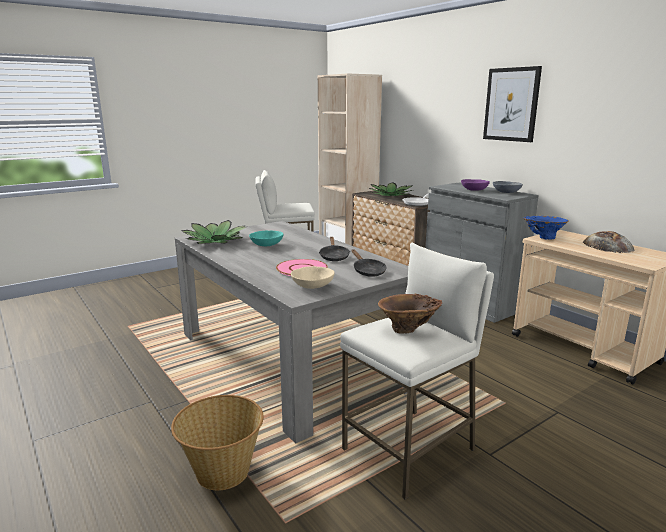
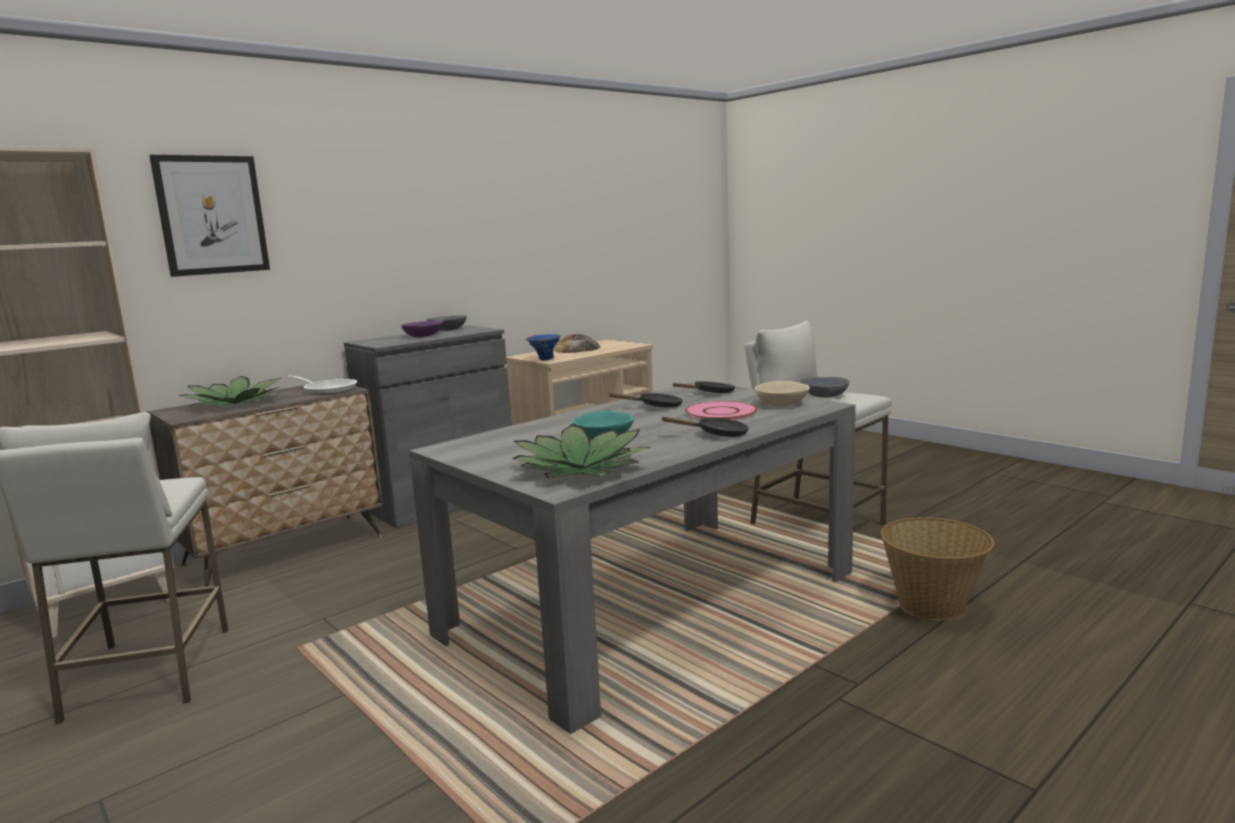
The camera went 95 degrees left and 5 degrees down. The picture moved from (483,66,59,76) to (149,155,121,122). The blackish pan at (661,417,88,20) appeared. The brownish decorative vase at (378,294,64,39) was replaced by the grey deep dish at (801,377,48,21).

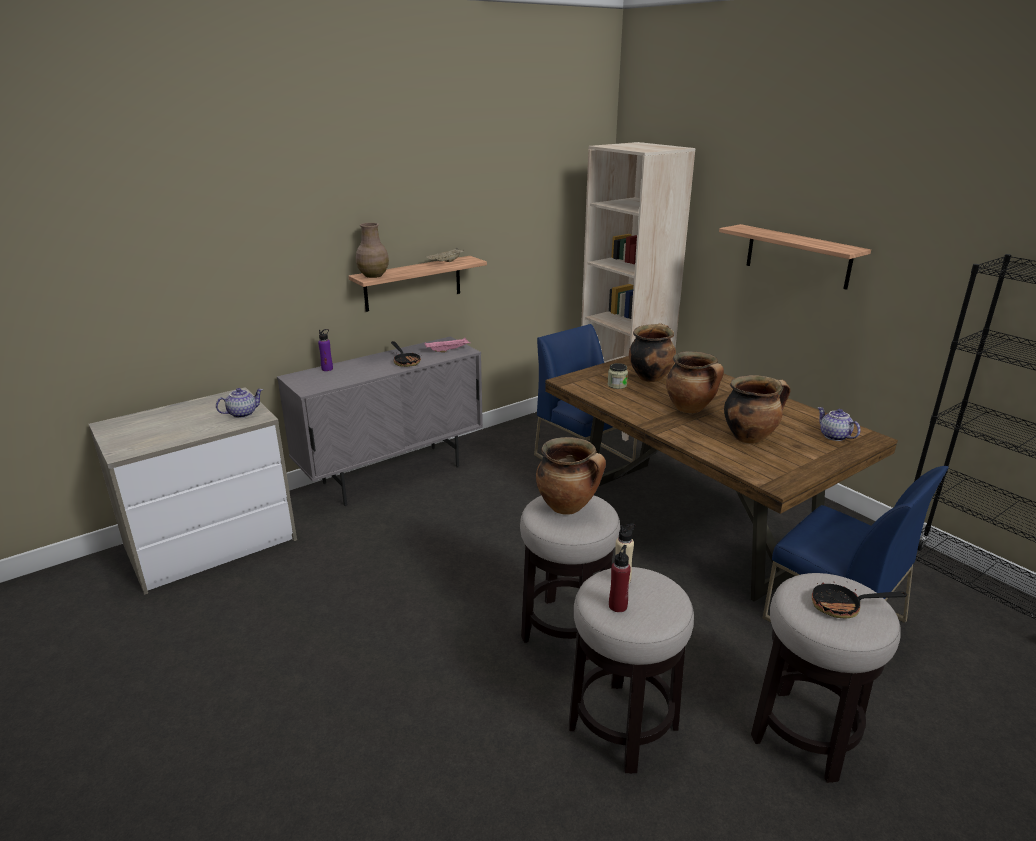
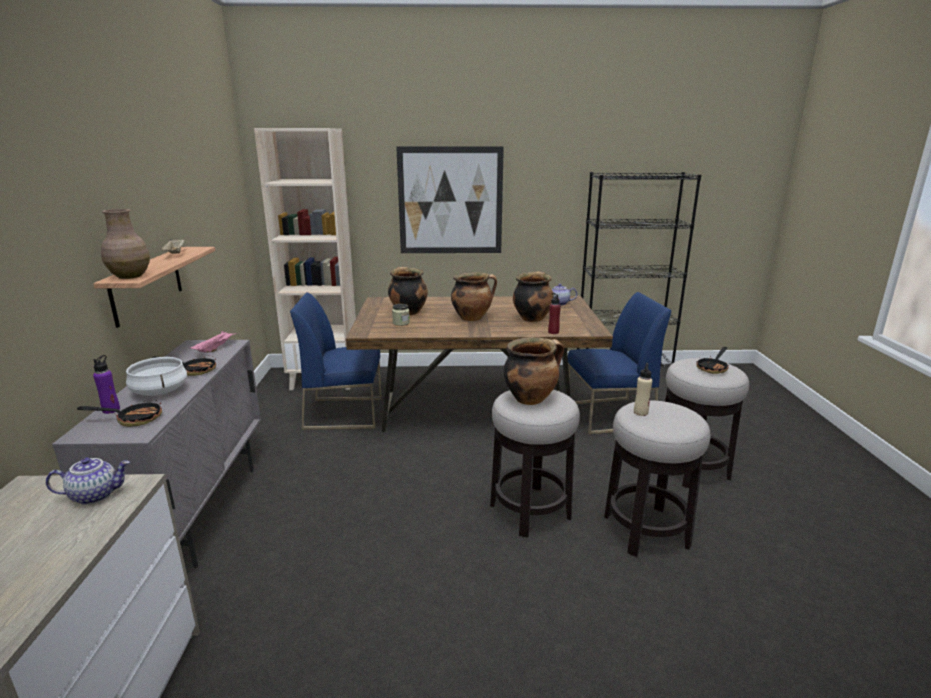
The camera went 55 degrees left and 5 degrees down. The tea pot at (216,388,47,30) turned 75 degrees clockwise. The pan at (77,398,85,29) appeared. The white-coloured cooking pot at (126,357,61,39) appeared. The bracket shelf at (719,224,152,66) was replaced by the picture at (396,146,108,107). The reddish drink bottle moved from (609,545,22,67) to (548,293,13,41).

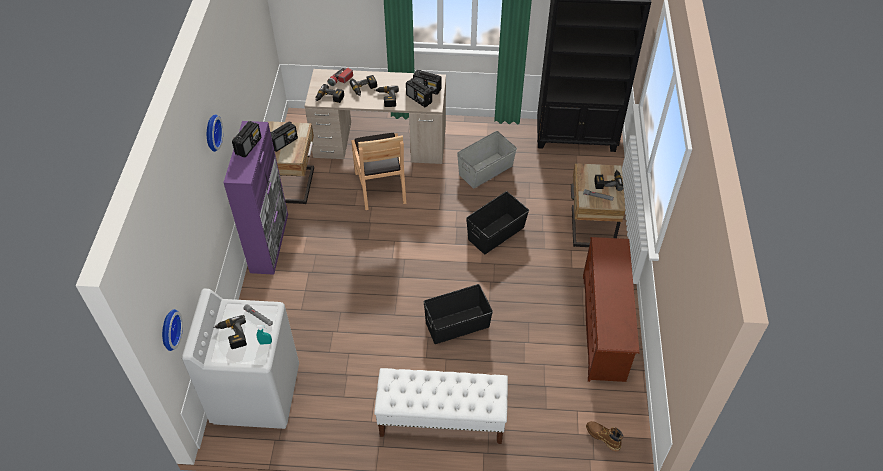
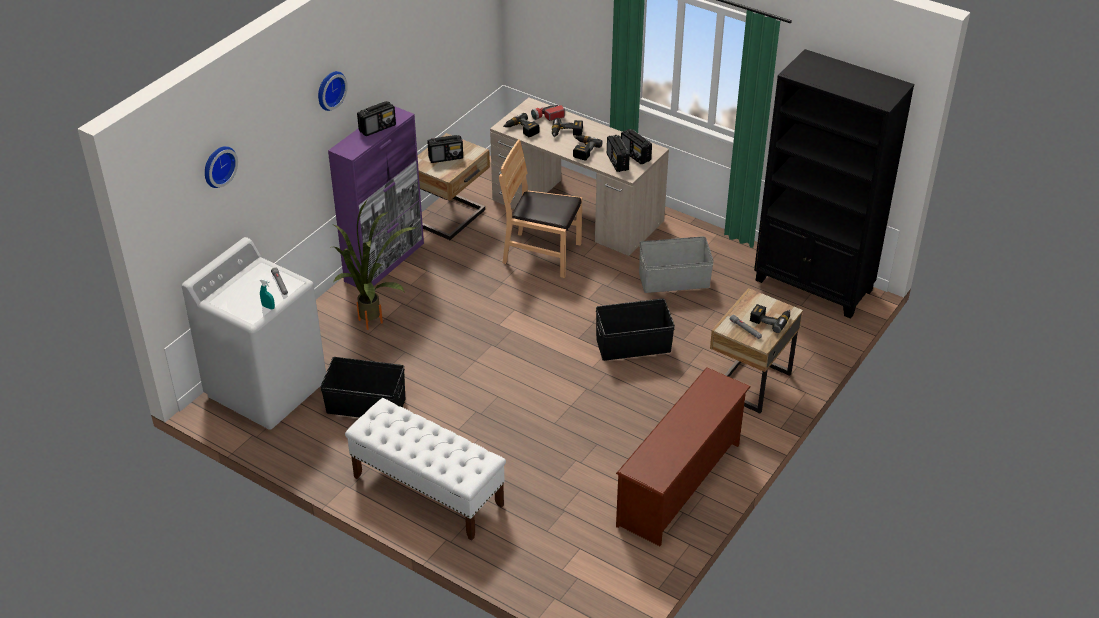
The camera went 30 degrees right and 10 degrees down. The hanging clock moved from (162,309,21,42) to (205,146,33,42). The blackish storage bin moved from (424,284,69,60) to (320,357,85,61). The houseplant at (330,200,87,130) appeared. The brownish chair at (351,133,55,77) turned 90 degrees clockwise. The power drill at (213,315,34,34) disappeared. The brownish high-top boot at (586,421,37,30) disappeared.

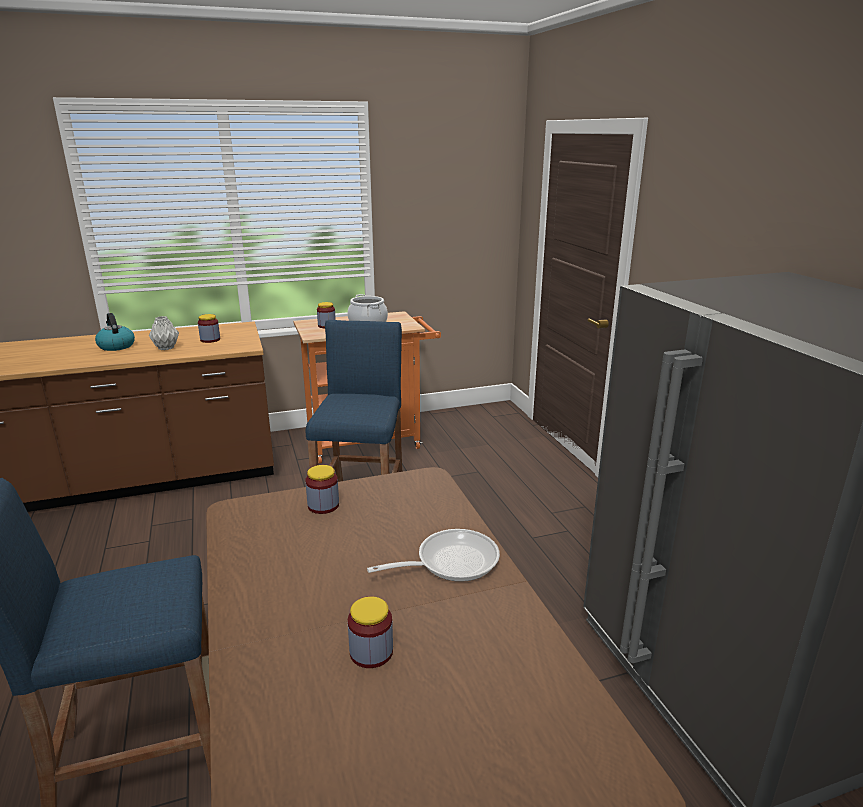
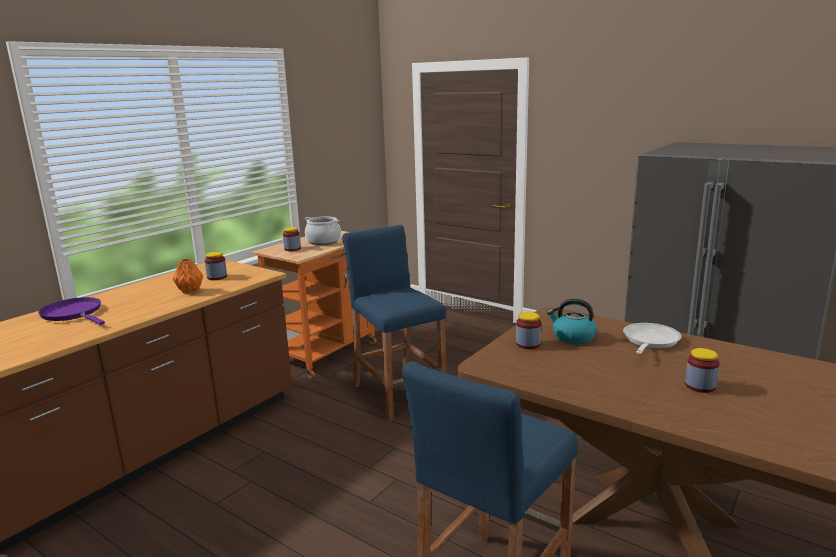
The camera went 35 degrees left and 5 degrees down. The purplish pan at (38,297,67,28) appeared. The grey decorative vase at (149,316,30,34) became the orange decorative vase at (173,259,30,35). The water kettle moved from (95,313,40,38) to (547,299,50,45).

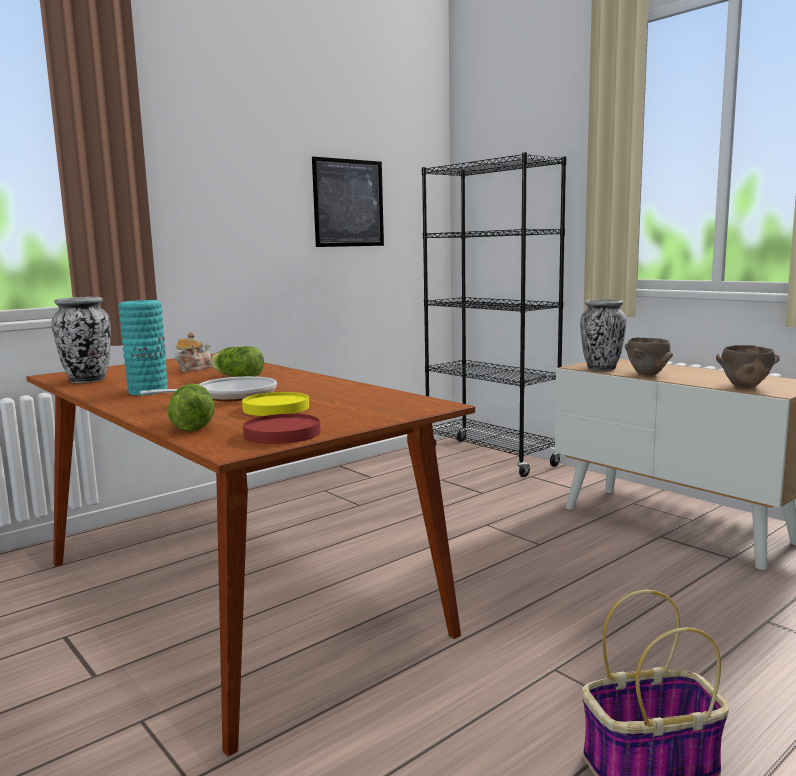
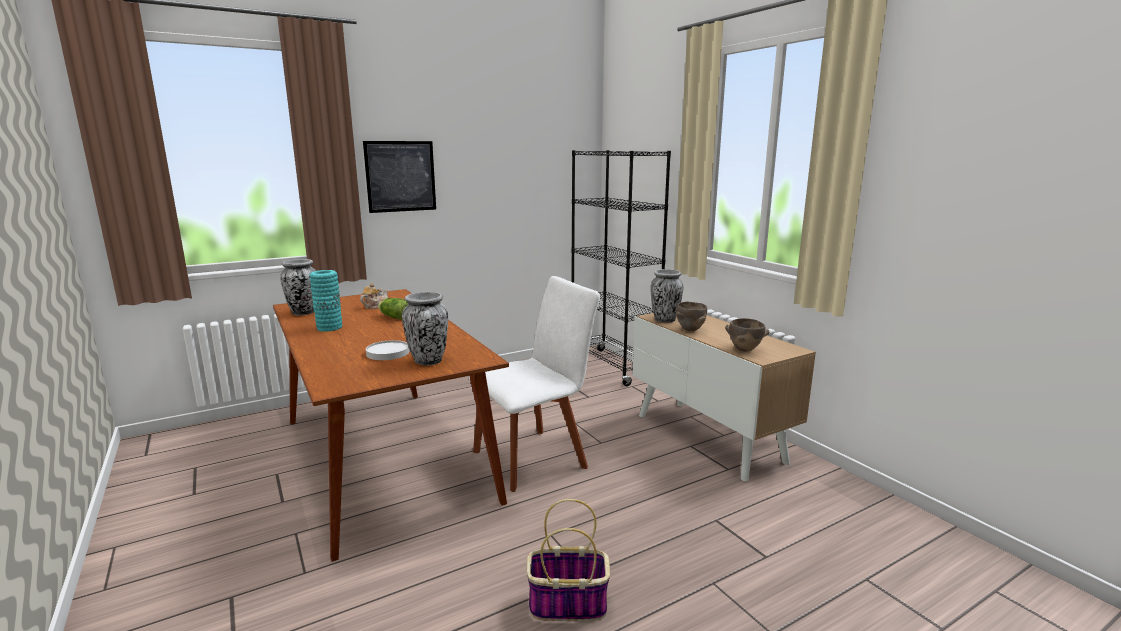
The camera went 10 degrees right and 5 degrees up. The picture moved from (312,157,72,90) to (363,141,73,72). The yellow-coloured plate at (242,392,67,24) became the white-coloured plate at (366,340,43,20). The decorative vase at (402,292,46,74) appeared. The white-coloured chair at (469,276,131,216) appeared. The pan at (140,376,137,25) disappeared. The lettuce at (167,383,47,49) disappeared. The reddish plate at (243,414,78,30) disappeared.

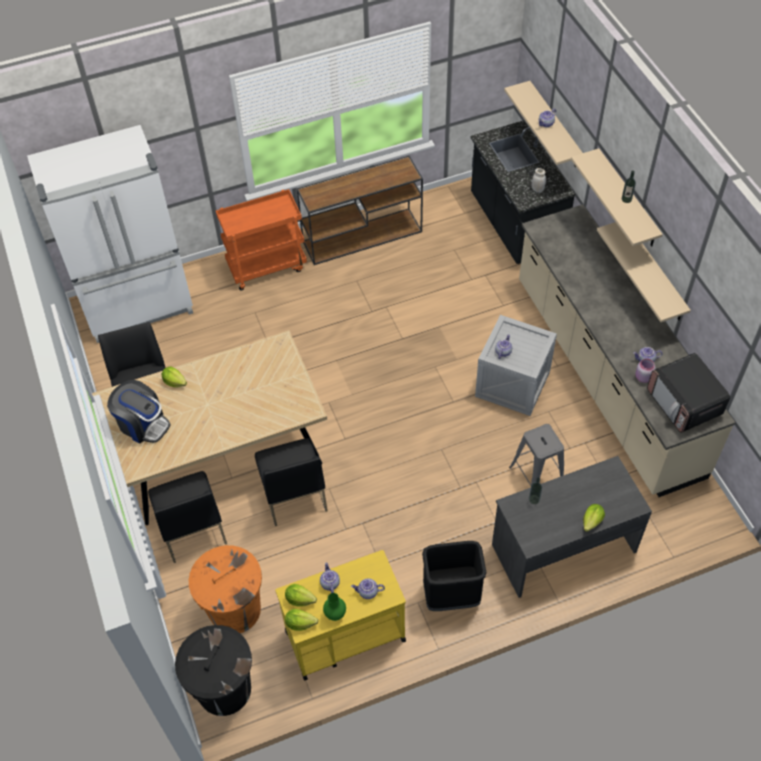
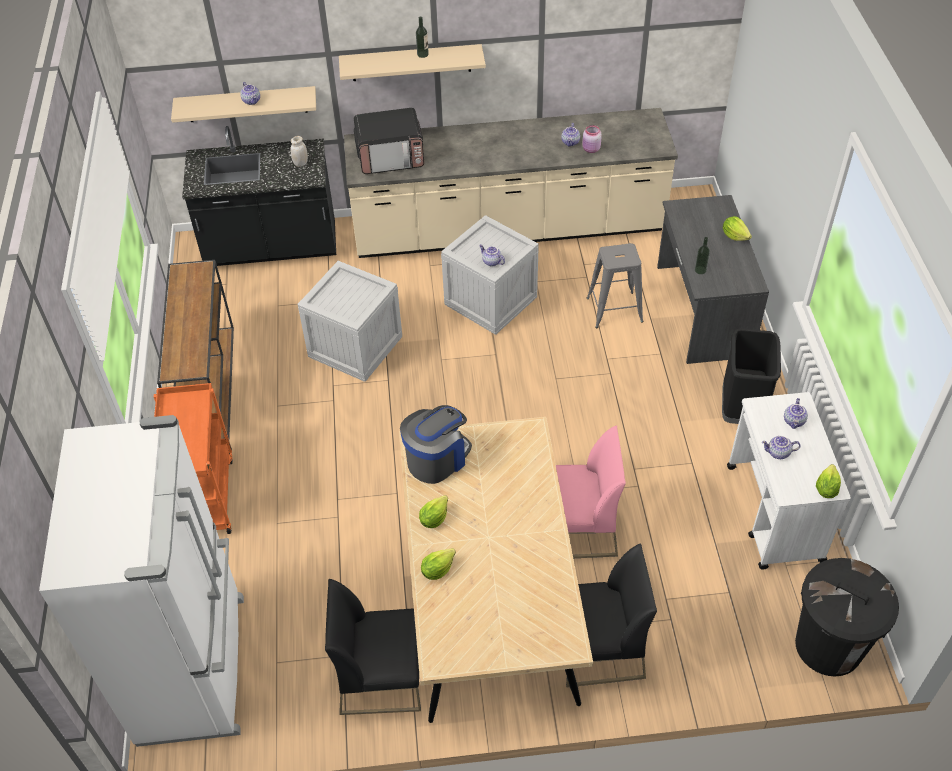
The camera went 75 degrees left and 5 degrees down. The packing crate at (298,261,104,121) appeared. The kitchen microwave moved from (647,353,83,80) to (354,108,70,66). The coffee brewer moved from (107,380,64,63) to (400,405,72,79). The lettuce moved from (285,584,32,23) to (419,495,29,33). The blackish chair at (255,438,73,88) became the pinkish chair at (556,426,70,132). The yellow-coloured trolley at (275,550,131,131) became the white-coloured trolley at (727,392,124,178). The orange trash can at (189,545,73,88) disappeared. The greenish decorative vase at (323,593,23,28) disappeared. The beige bracket shelf at (597,222,94,100) disappeared.

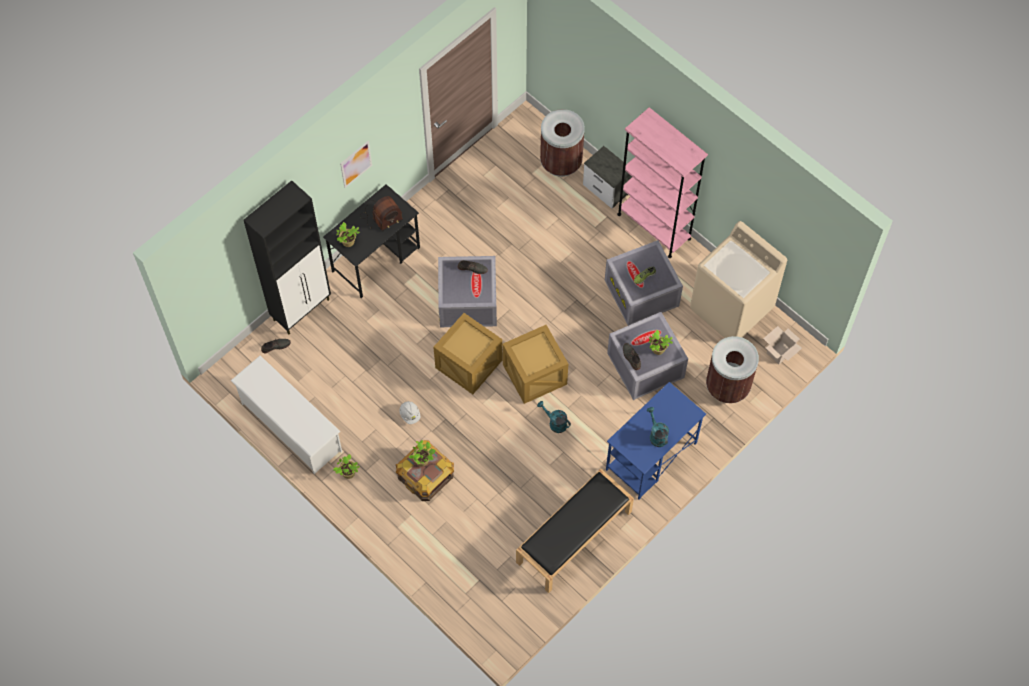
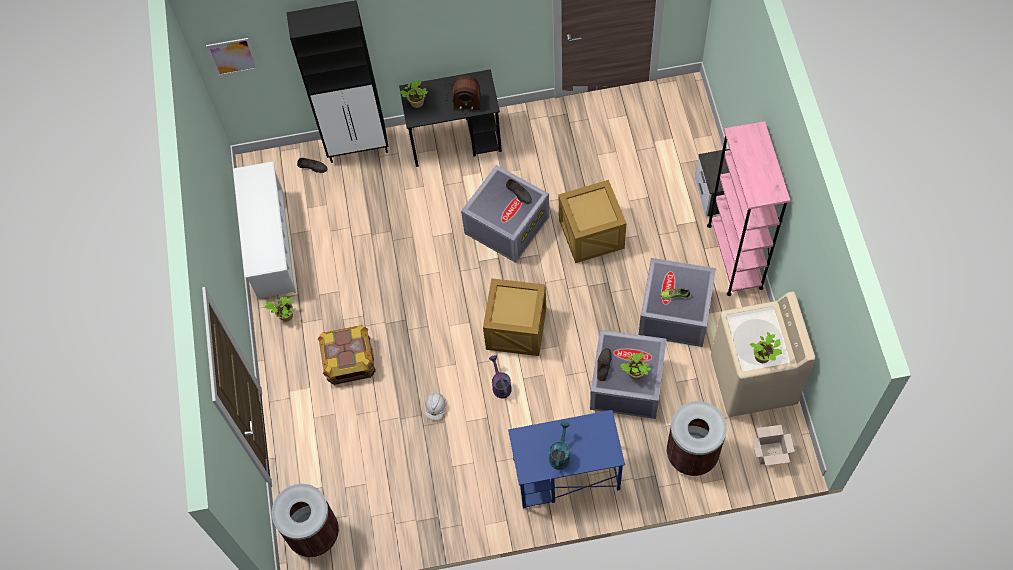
The camera went 40 degrees right and 0 degrees up. The picture moved from (340,141,32,47) to (206,38,53,38). The brownish trash can moved from (540,109,45,68) to (272,484,67,73). The white-coloured hard hat moved from (399,401,21,23) to (425,393,22,27). The turquoise watering pot at (537,401,34,32) became the purplish watering pot at (489,355,23,44). The packing crate moved from (433,313,69,81) to (558,180,68,83). The houseplant moved from (409,440,27,27) to (750,332,32,31). The blackish indoor bench at (516,469,118,124) disappeared.

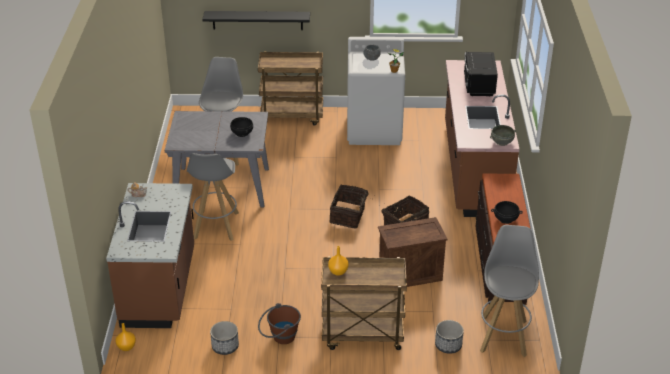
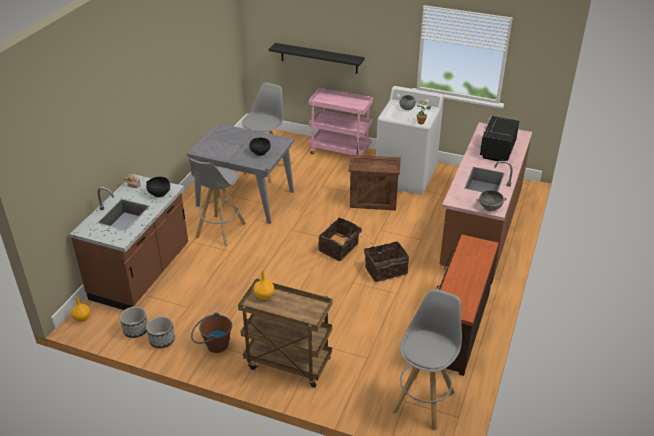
The camera went 20 degrees right and 0 degrees up. The flower pot moved from (435,320,29,34) to (120,307,28,31). The blackish deep dish moved from (491,201,32,23) to (146,177,24,20). The brownish trolley at (258,51,65,75) became the pinkish trolley at (309,88,64,67). The packing crate moved from (378,217,70,70) to (348,155,53,56).

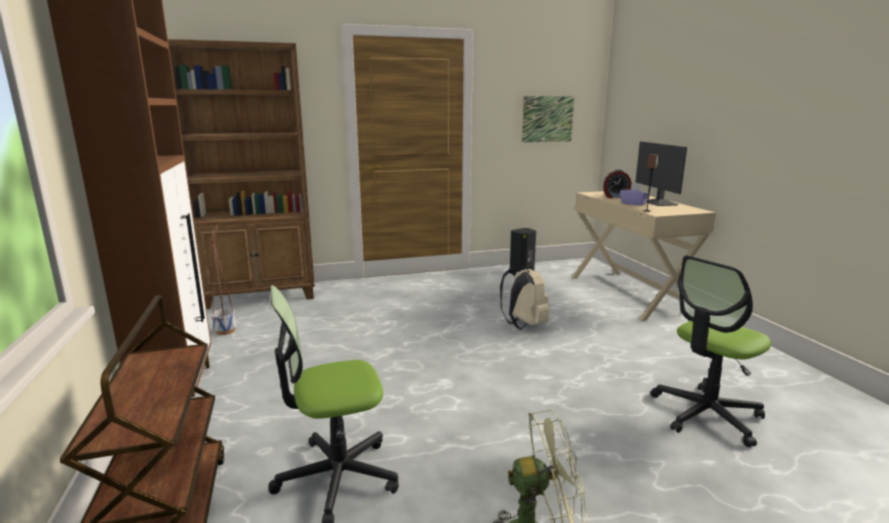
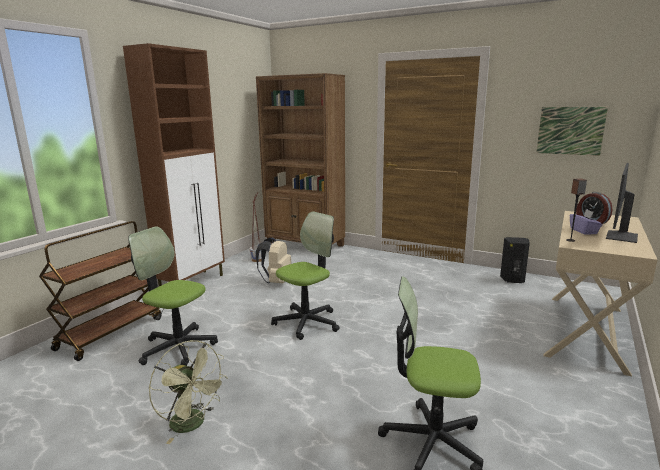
The camera went 45 degrees right and 0 degrees up. The beige rucksack moved from (500,266,49,63) to (256,237,35,47). The computer chair at (271,211,68,129) appeared.

